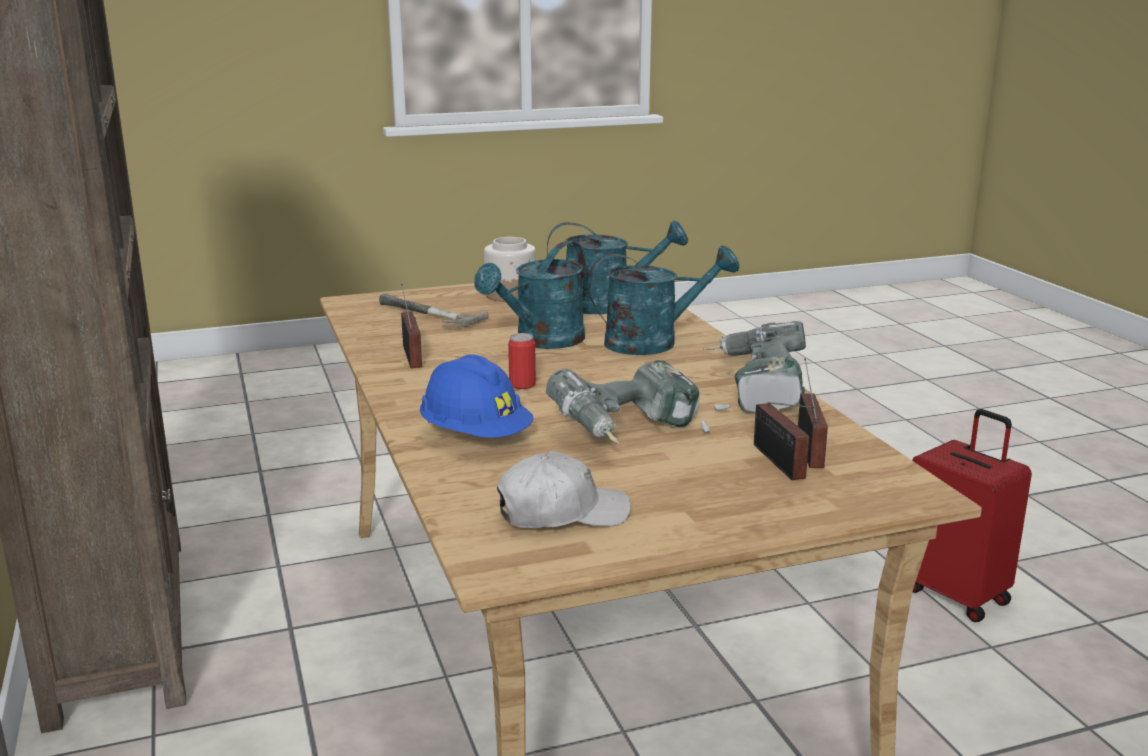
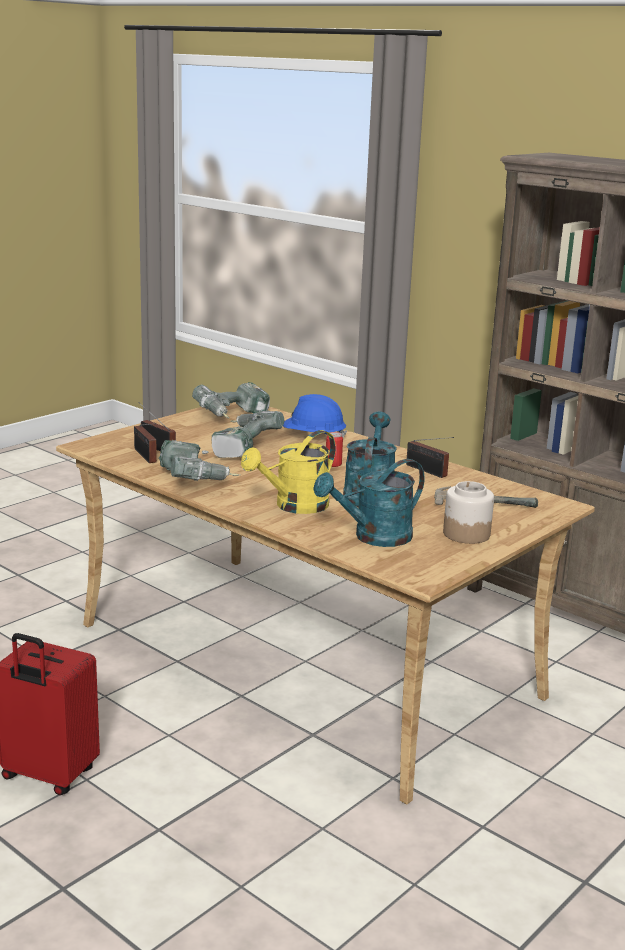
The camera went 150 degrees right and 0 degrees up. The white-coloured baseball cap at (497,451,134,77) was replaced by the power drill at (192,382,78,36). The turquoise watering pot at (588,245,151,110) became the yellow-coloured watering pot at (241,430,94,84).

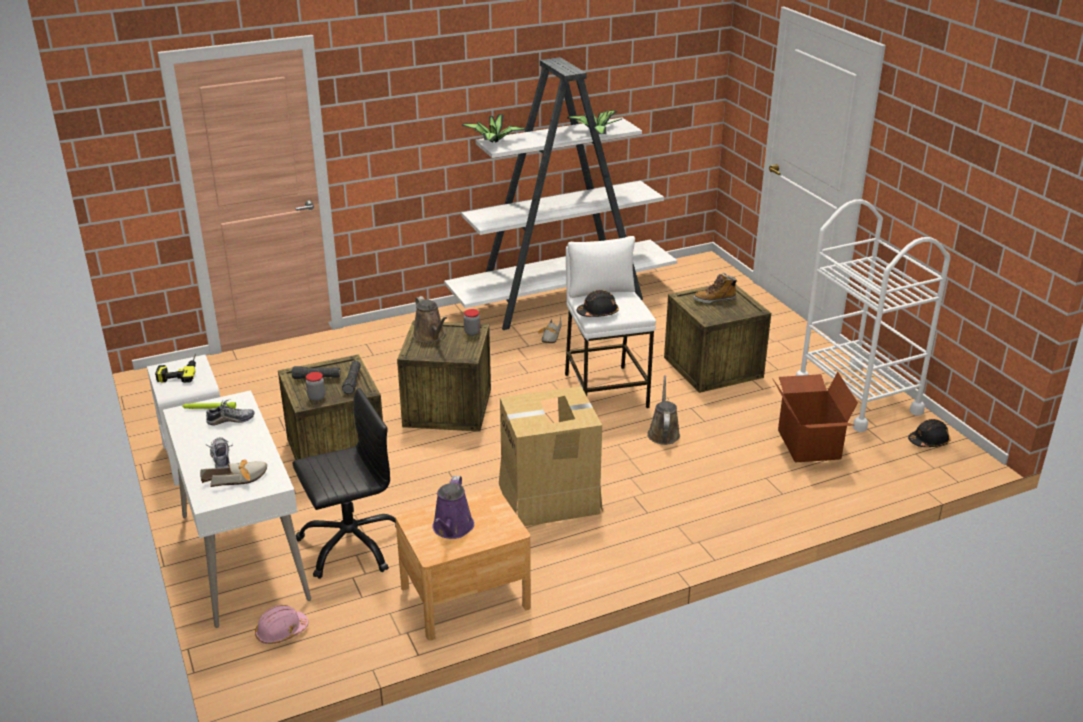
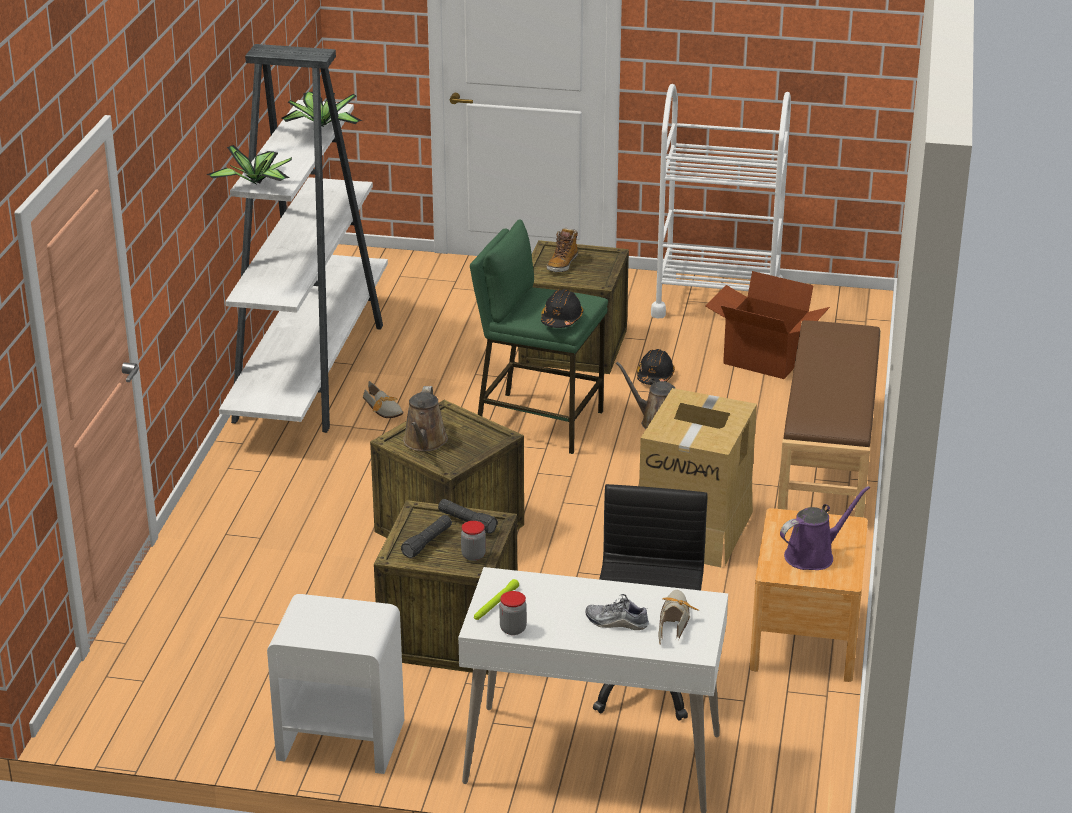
The camera went 55 degrees left and 0 degrees up. The brownish watering pot at (413,296,34,47) turned 90 degrees clockwise. The white-coloured stool seat at (565,236,91,172) became the greenish stool seat at (470,219,138,235). The jar moved from (464,309,16,27) to (499,591,28,44). The blackish hard hat moved from (908,419,43,28) to (637,349,38,36). The brownish indoor bench at (777,320,104,198) appeared. The purplish watering pot at (432,476,42,63) turned 75 degrees counterclockwise. The power drill at (155,354,41,29) disappeared. The shoe at (206,399,49,26) disappeared. The pinkish hard hat at (255,605,54,39) disappeared.

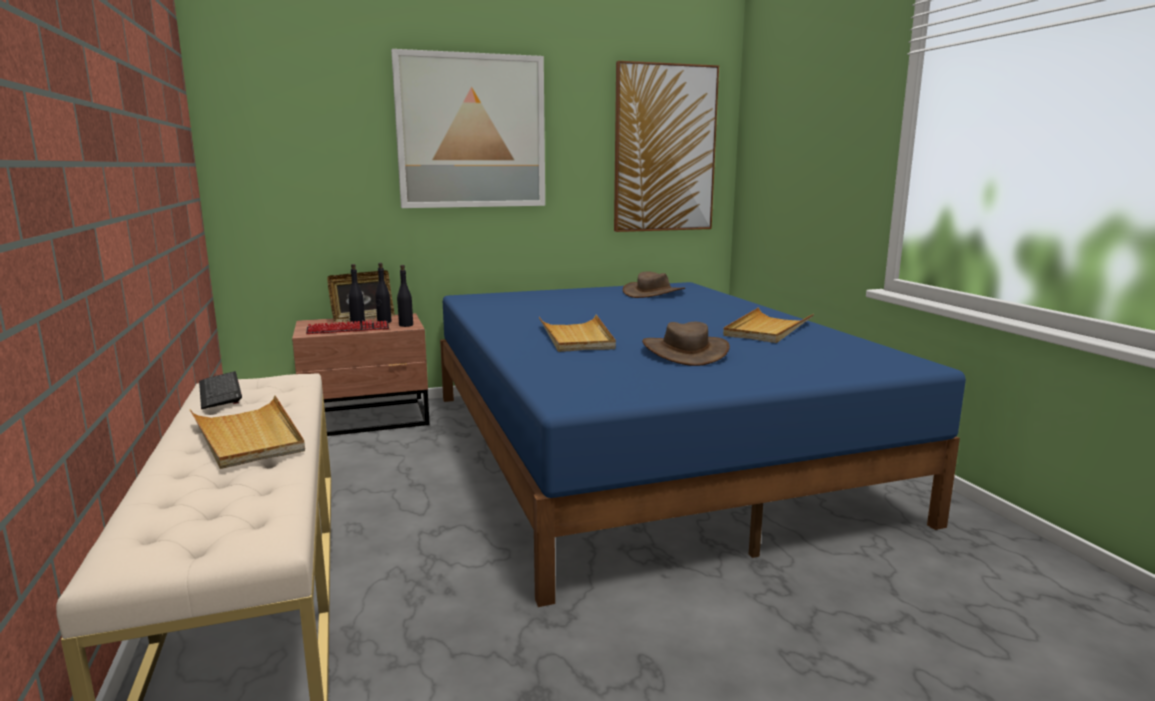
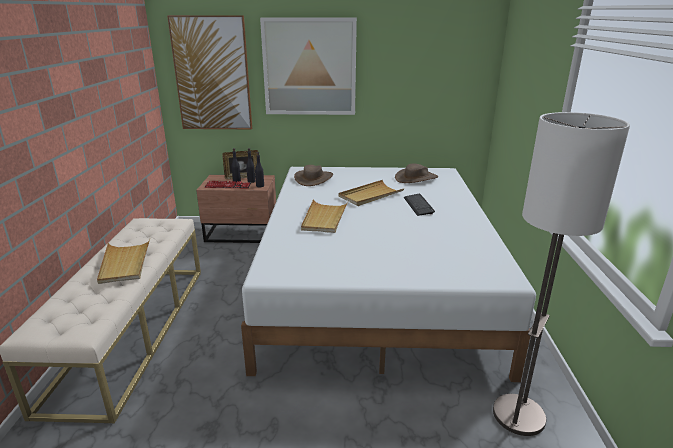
The camera went 20 degrees right and 10 degrees up. The picture moved from (614,61,105,171) to (167,15,85,114). The blue bedroom bed at (440,282,526,325) became the white-coloured bedroom bed at (241,167,295,215). The brownish hat moved from (642,322,88,44) to (294,165,39,21). The beige carrying tray moved from (723,307,91,36) to (339,180,65,26). The computer keyboard moved from (199,371,43,38) to (404,194,31,22). The standing lamp at (493,112,137,324) appeared.

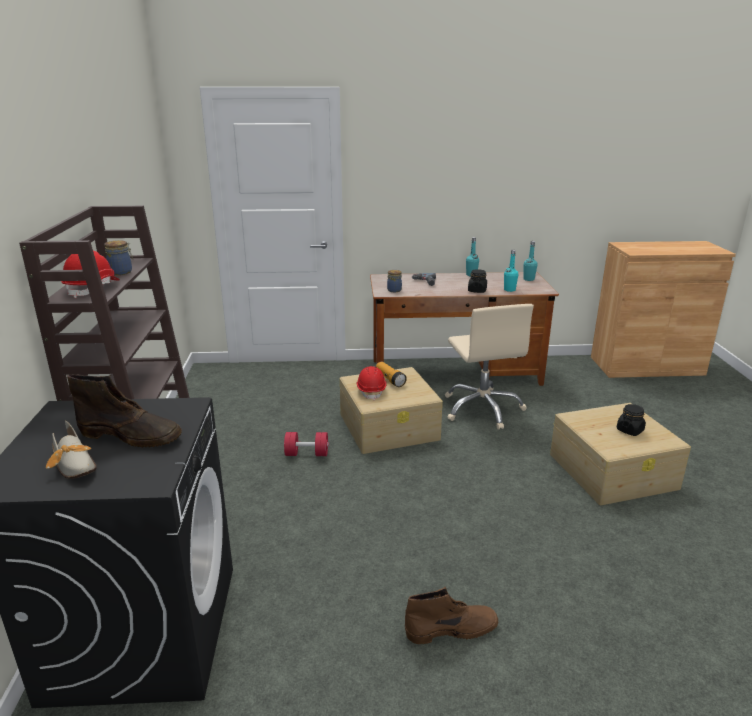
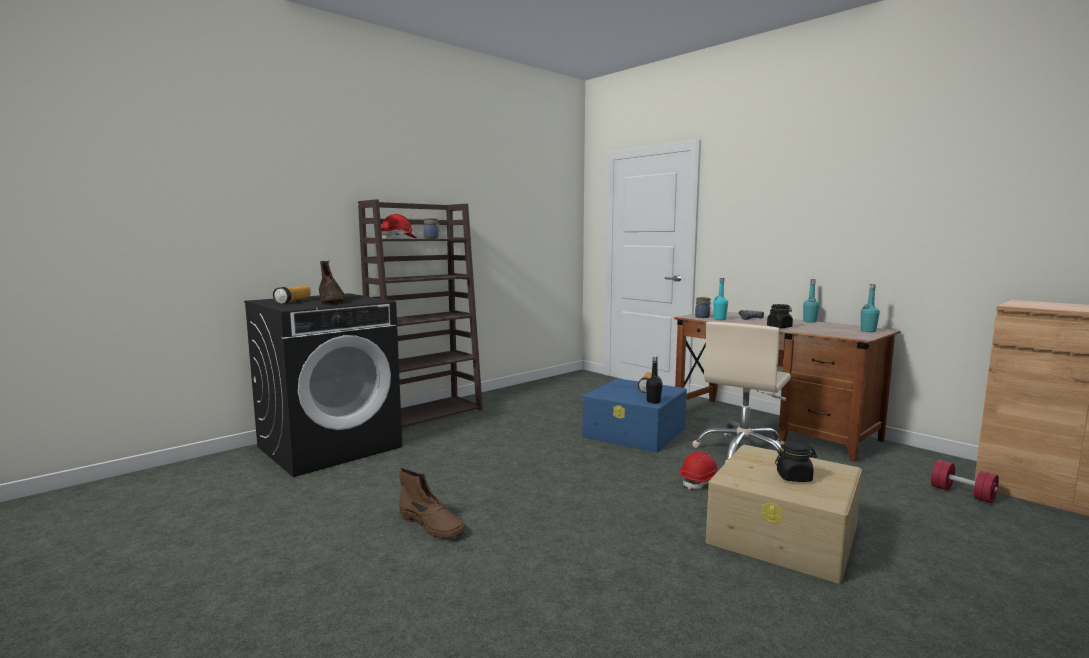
The camera went 50 degrees right and 15 degrees down. The shoe at (46,420,51,59) was replaced by the flashlight at (273,286,38,18). The beige storage bin at (340,367,103,87) became the blue storage bin at (582,378,105,75). The blackish drink bottle at (646,356,17,48) appeared. The reddish hard hat moved from (356,366,31,34) to (680,451,38,39). The turquoise drink bottle moved from (504,250,14,42) to (713,278,15,42). The reddish free weight moved from (284,432,45,24) to (931,460,68,43).

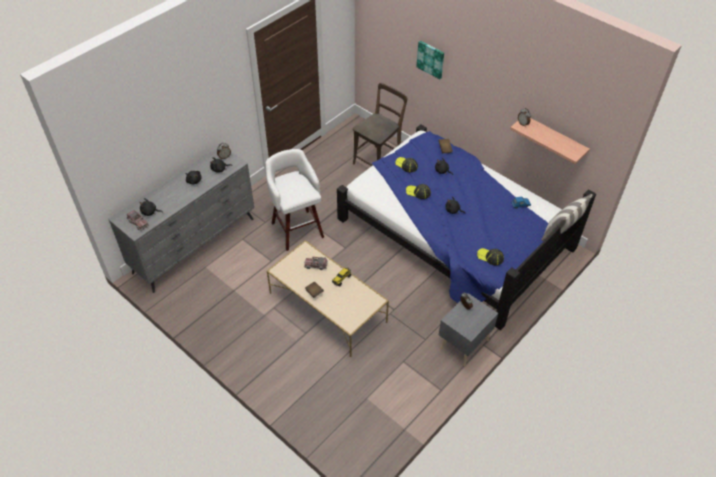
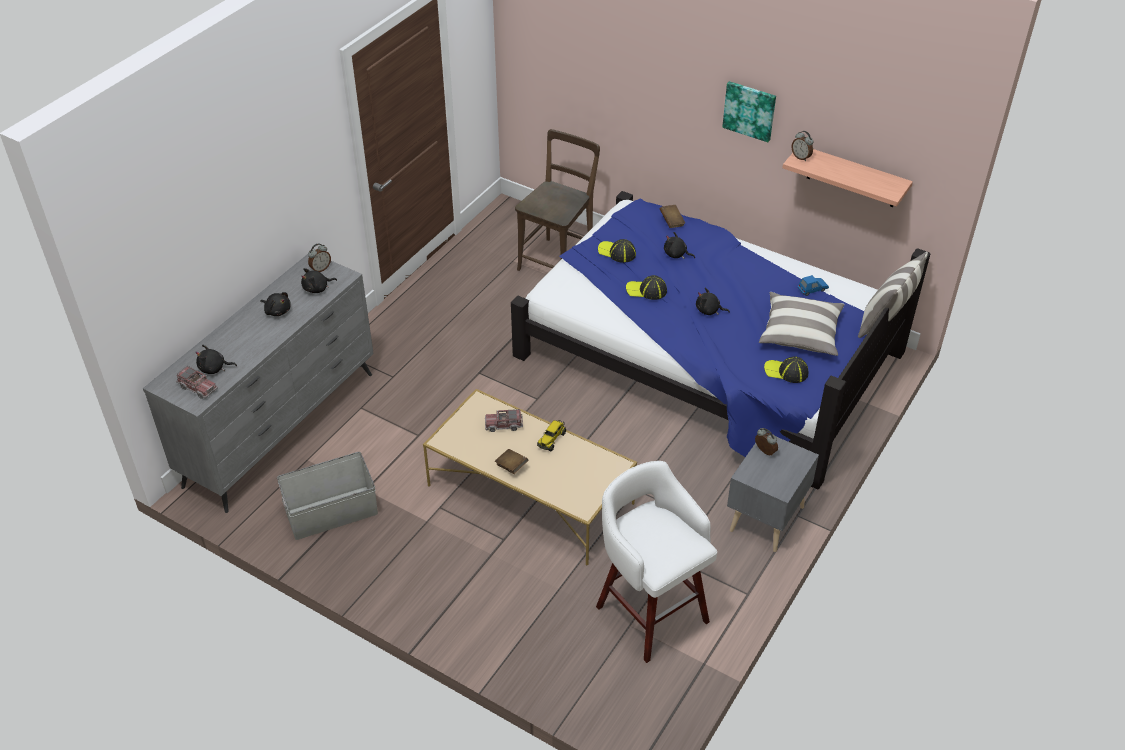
The camera went 10 degrees left and 5 degrees down. The grey storage bin at (277,452,101,88) appeared. The white-coloured stool seat moved from (266,149,58,102) to (596,461,121,202). The picture moved from (416,41,28,38) to (722,81,54,61). The pillow at (759,292,85,64) appeared.

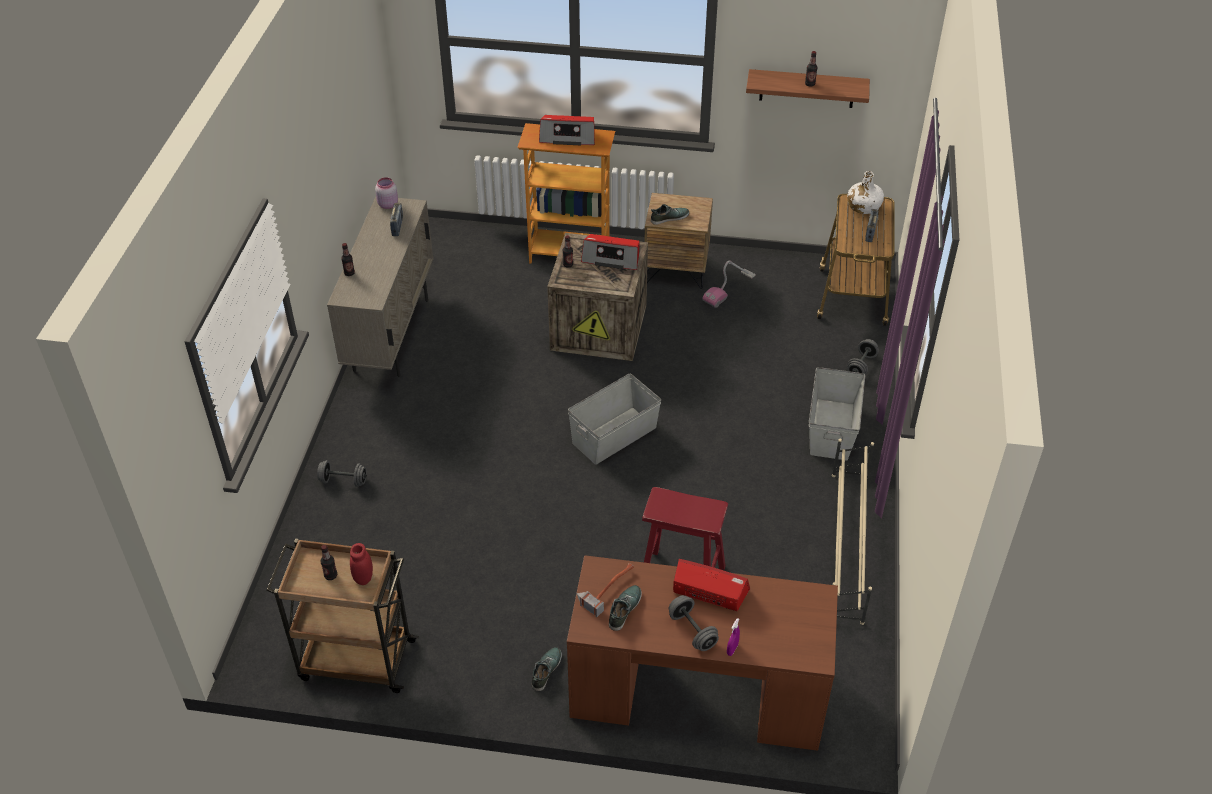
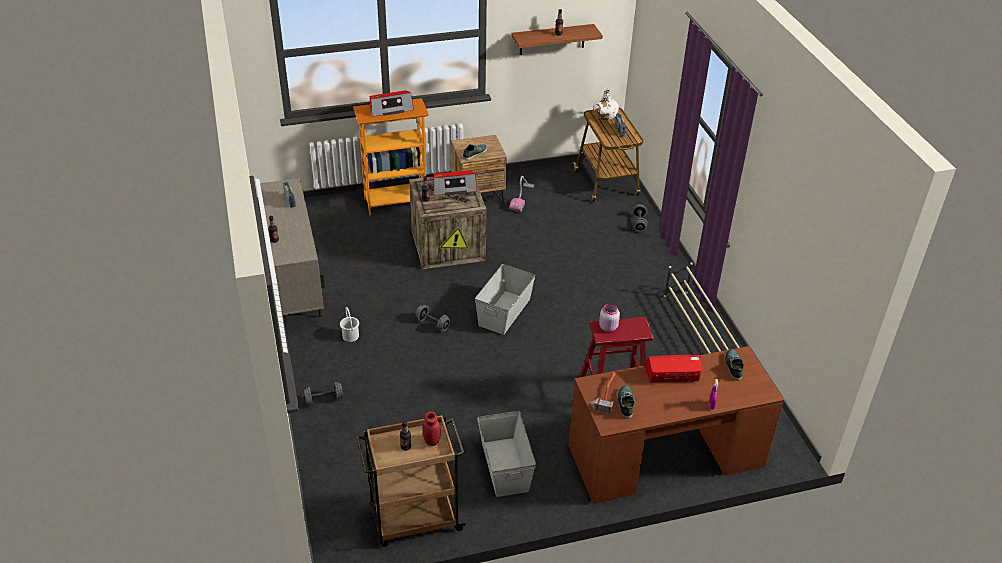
The camera went 25 degrees left and 5 degrees down. The white-coloured pail at (340,307,19,35) appeared. The grey free weight moved from (669,595,50,56) to (415,305,35,26). The grey storage bin moved from (809,367,56,93) to (477,411,59,86). The pinkish jar moved from (375,177,23,32) to (599,304,21,28). The shoe moved from (532,647,30,44) to (725,349,19,32).

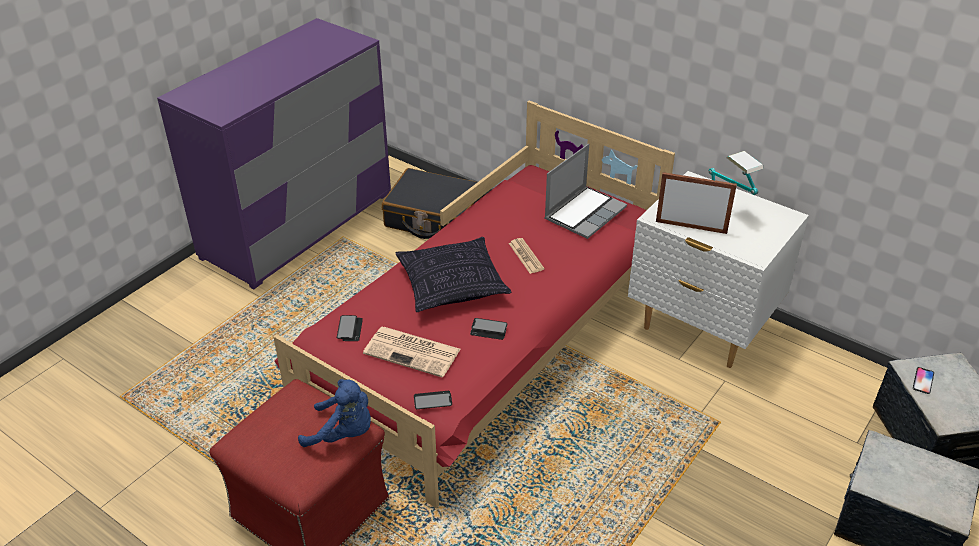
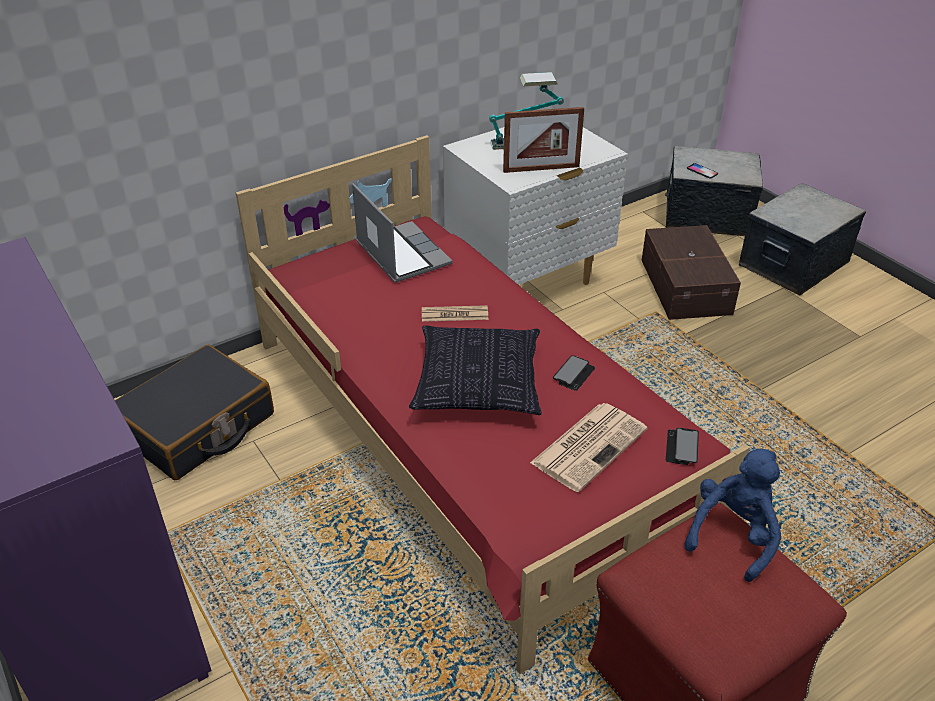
The camera went 70 degrees left and 0 degrees up. The photo frame at (656,172,81,62) turned 135 degrees counterclockwise. The brownish storage bin at (642,225,99,95) appeared. The phone at (337,315,26,26) disappeared.

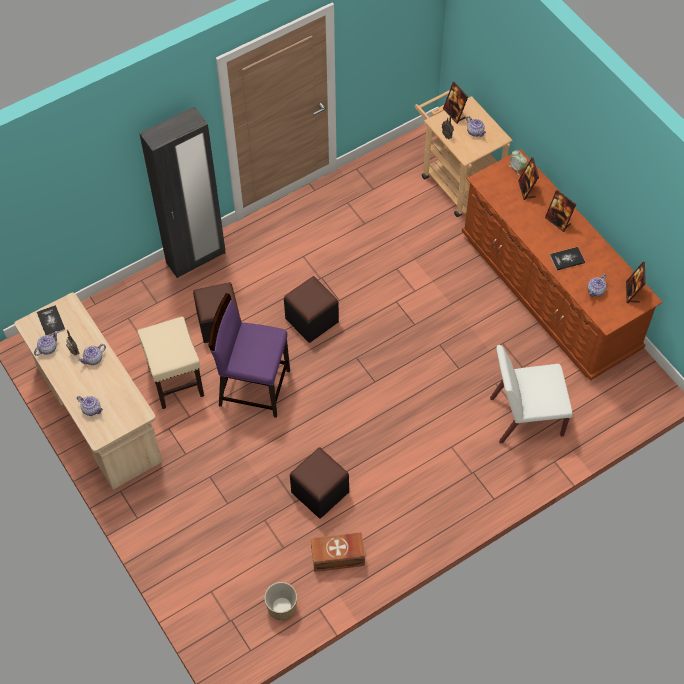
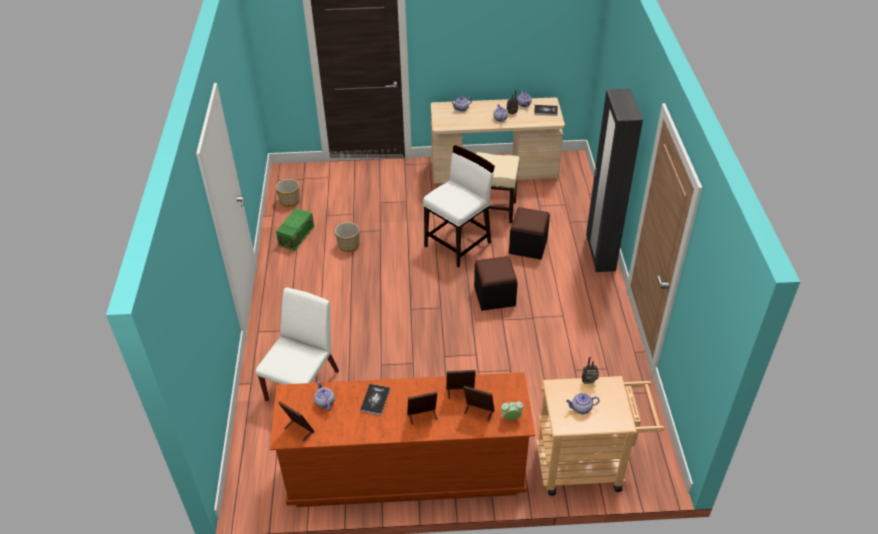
The camera went 120 degrees right and 15 degrees down. The brownish storage bin at (311,532,54,40) became the greenish storage bin at (276,208,38,43). The blackish footrest at (290,447,59,72) was replaced by the flower pot at (335,222,25,30). The purplish chair at (208,293,82,125) became the white-coloured chair at (423,145,72,123). The photo frame moved from (443,82,25,42) to (446,370,30,29).

